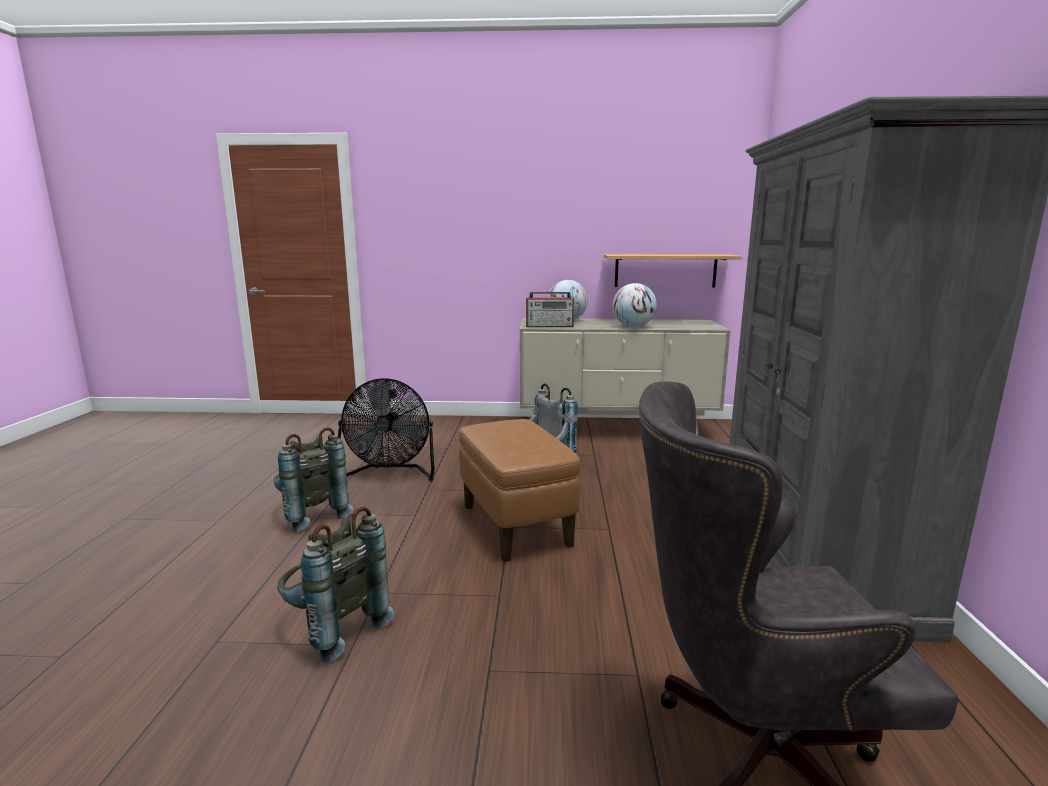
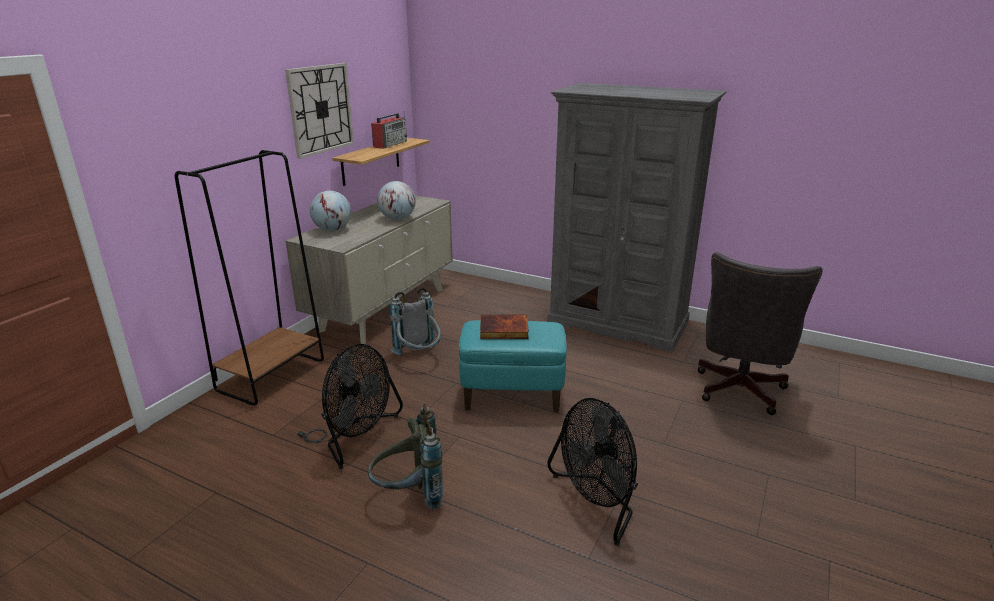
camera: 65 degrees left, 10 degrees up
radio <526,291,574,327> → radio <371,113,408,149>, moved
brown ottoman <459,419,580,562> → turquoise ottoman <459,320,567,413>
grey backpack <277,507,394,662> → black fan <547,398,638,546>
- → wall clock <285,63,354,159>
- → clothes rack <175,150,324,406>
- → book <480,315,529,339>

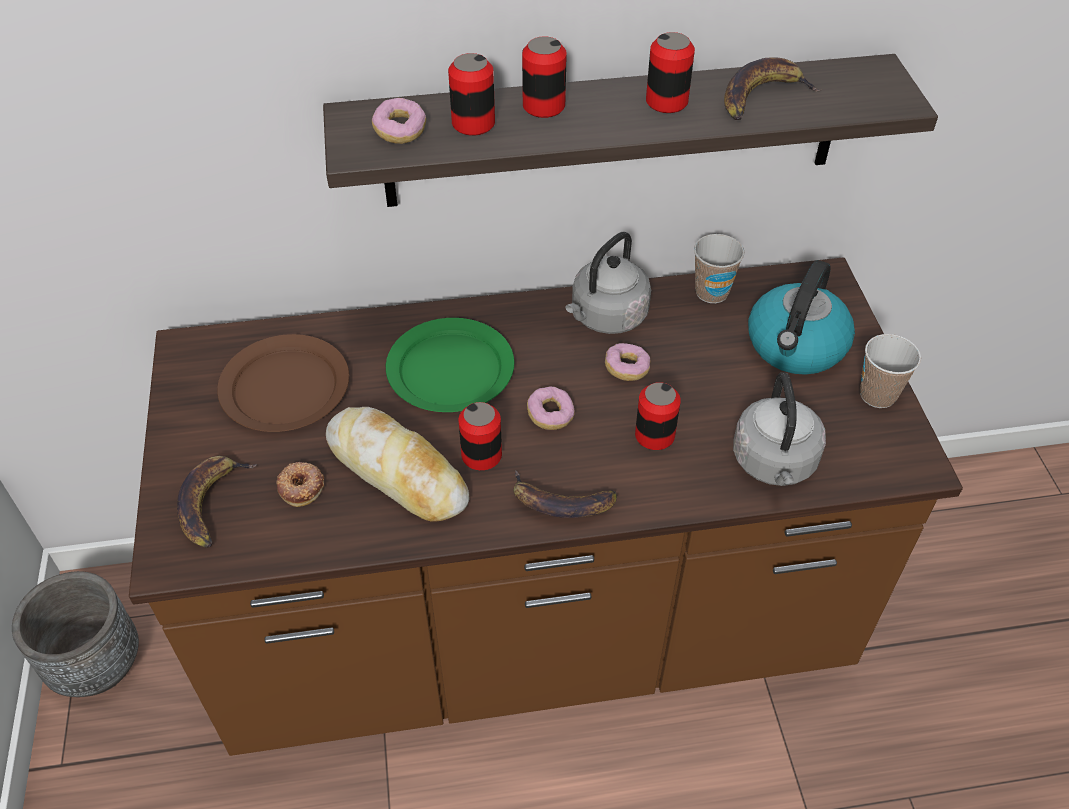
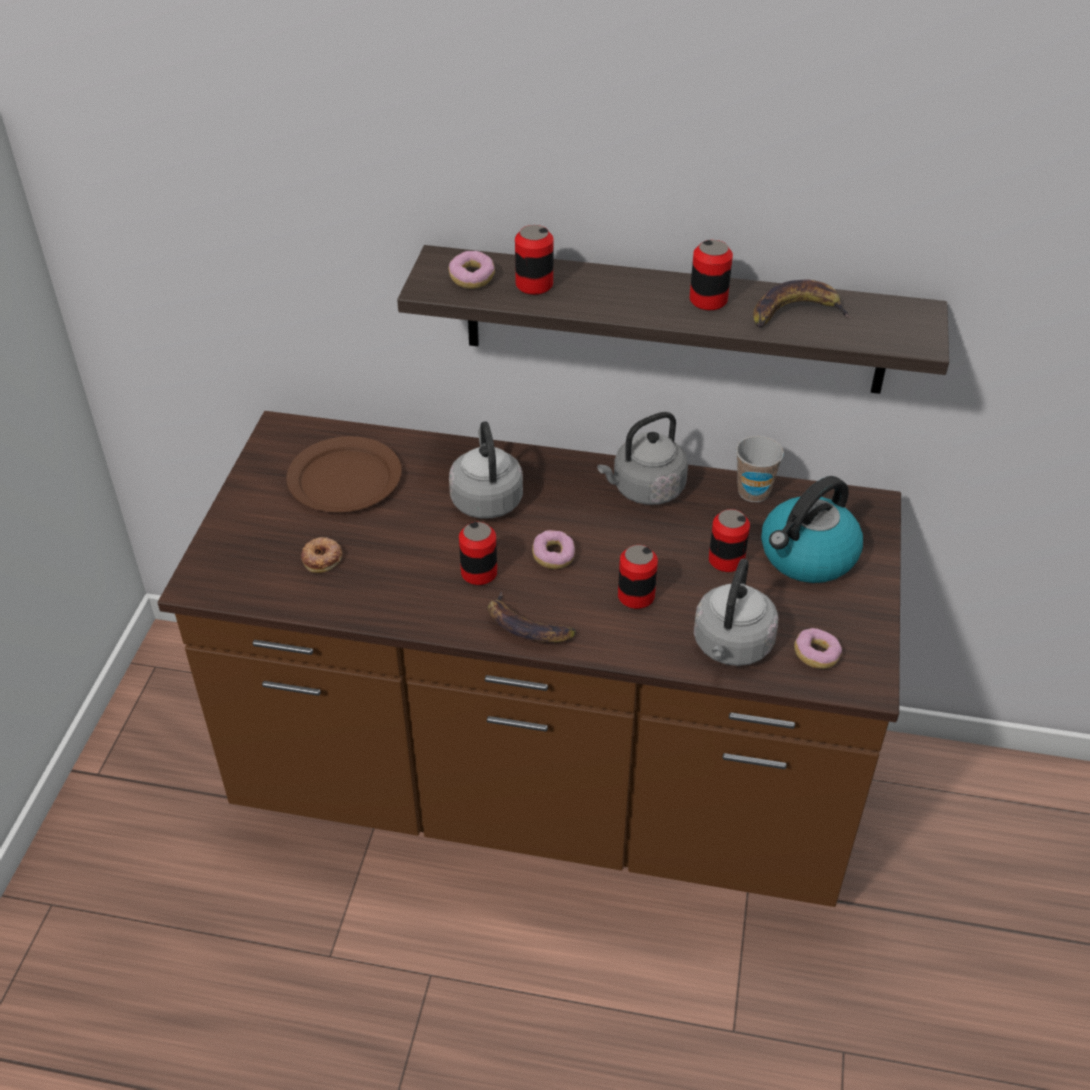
camera: 20 degrees right, 5 degrees down
can <522,36,567,118> → can <709,509,750,572>, moved
green plate <386,318,514,412> → grey kettle <449,421,523,519>
cup <860,334,921,408> → -
donut <605,343,651,381> → donut <794,628,842,669>, moved
bread <326,407,469,522> → -
banana <177,456,257,548> → -
grey planter <12,571,139,697> → -

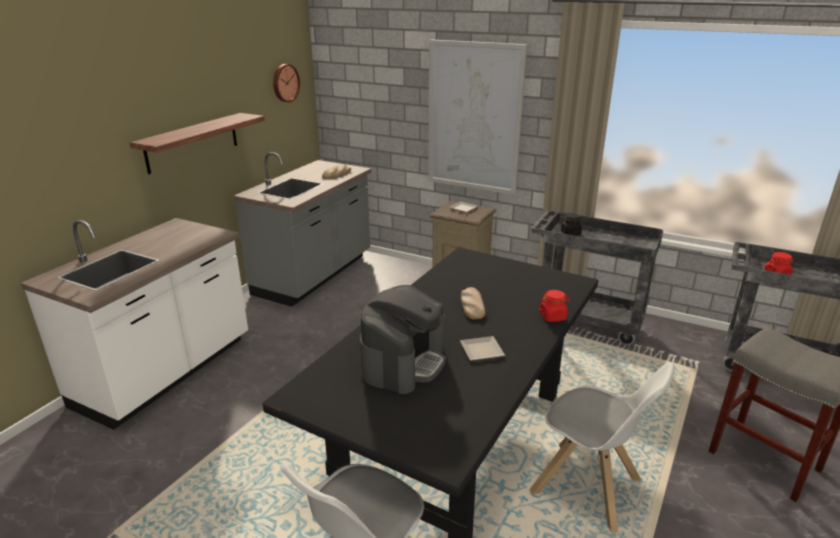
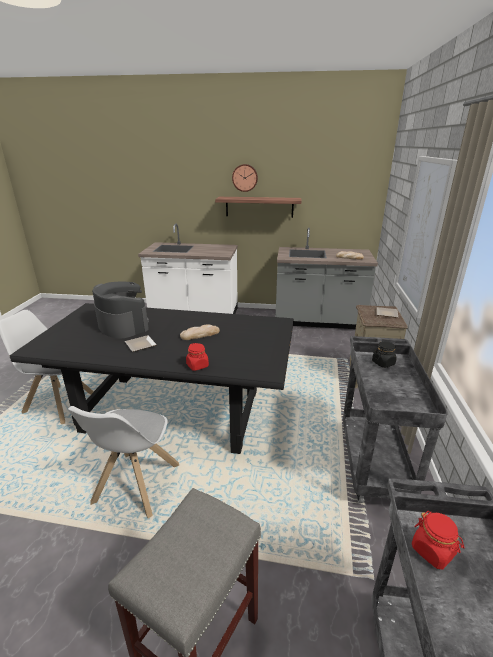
camera: 70 degrees right, 0 degrees up
wall clock <273,64,300,102> → wall clock <232,164,258,192>, moved
coffee machine <360,285,446,394> → coffee machine <92,281,149,338>, 135 degrees counterclockwise

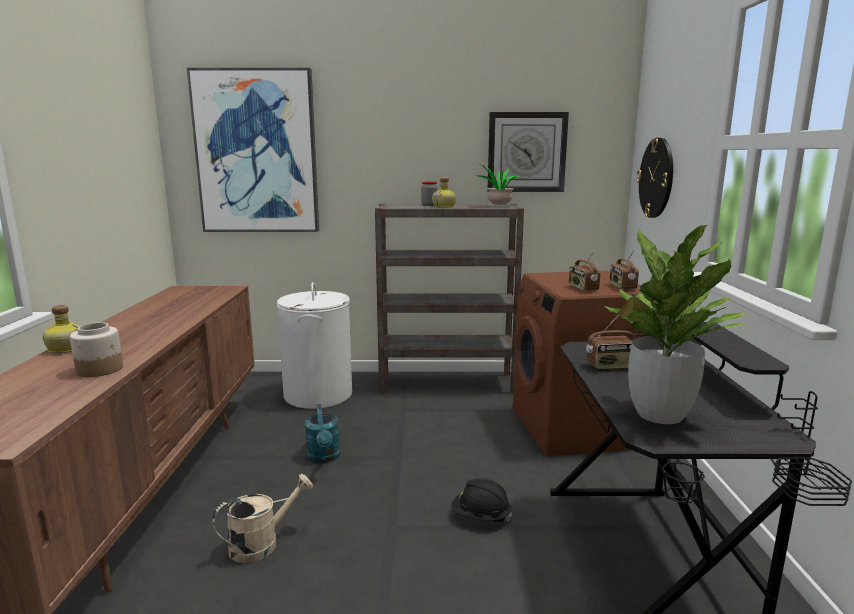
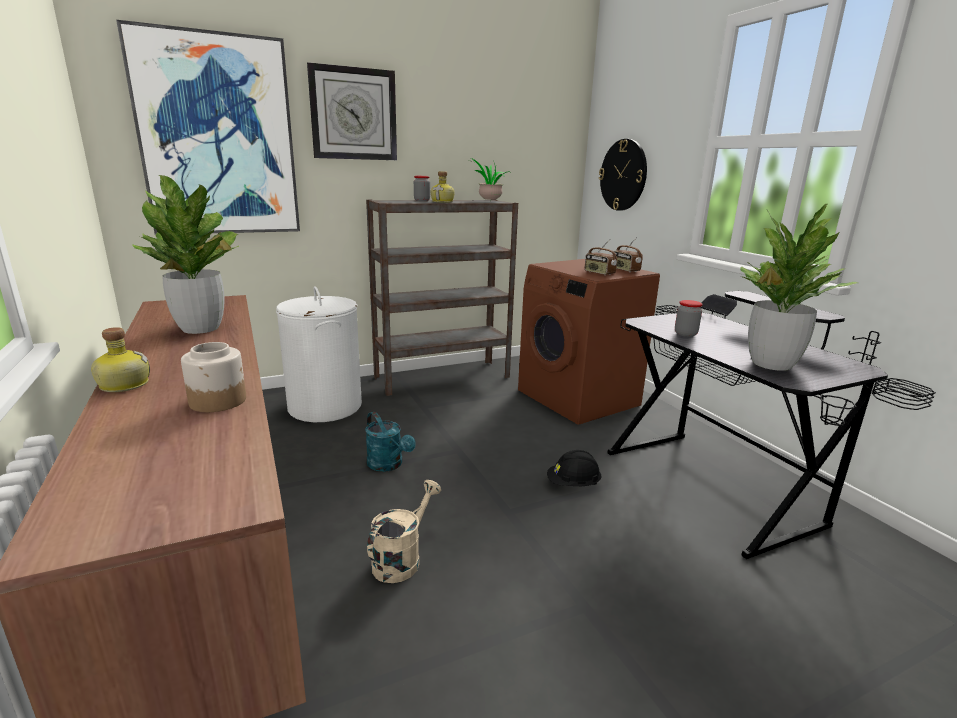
camera: 25 degrees left, 5 degrees up
wall clock <487,112,569,192> → wall clock <307,62,397,160>, moved
radio <586,315,636,369> → jar <675,300,703,337>
- → potted plant <132,175,239,334>

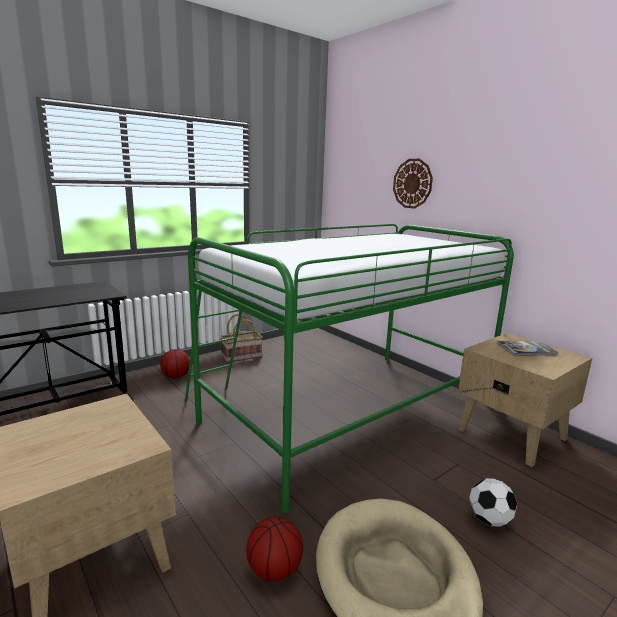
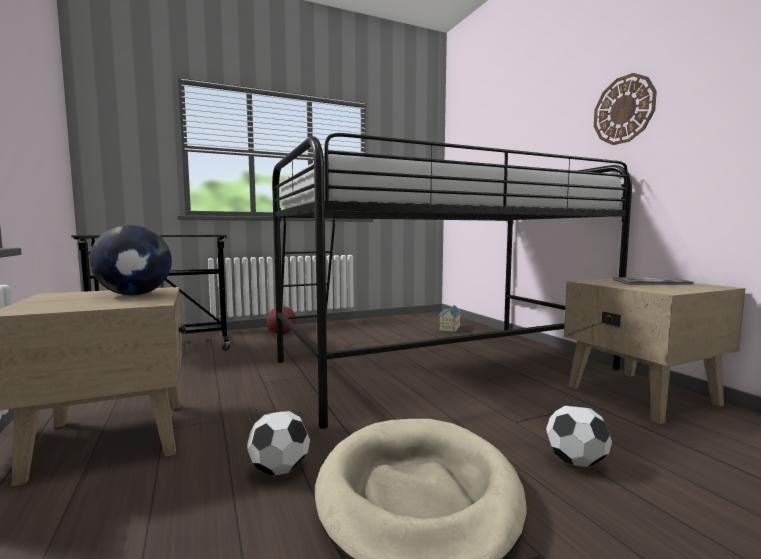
camera: 15 degrees right, 10 degrees down
wall clock <393,159,433,209> → wall clock <594,73,657,145>, moved
green bed <185,224,514,513> → black bed <272,133,632,429>
basket <220,314,263,363> → -
basketball <246,516,303,582> → football <247,411,310,475>
- → globe <89,225,172,295>
- → toy house <439,305,461,333>

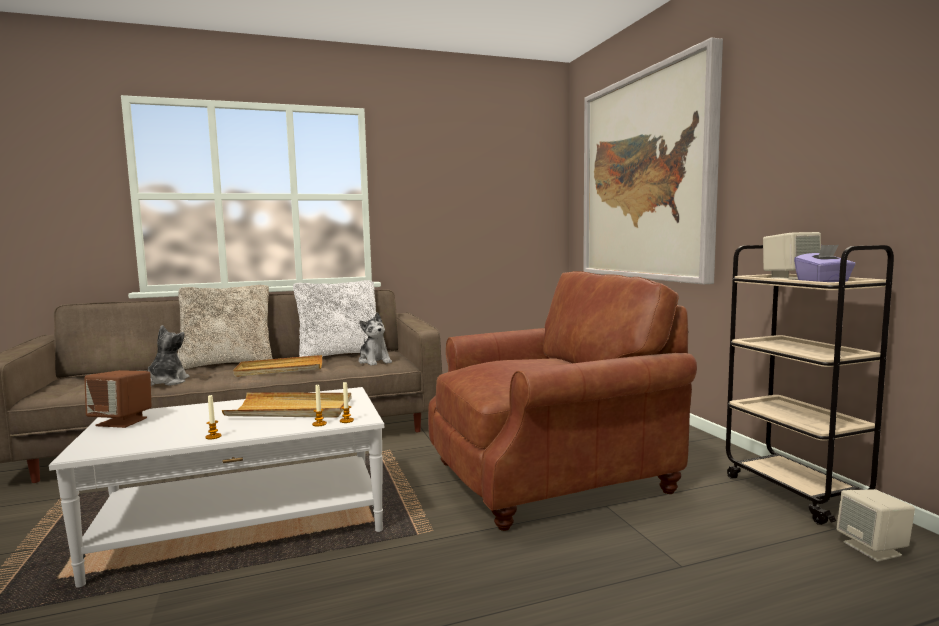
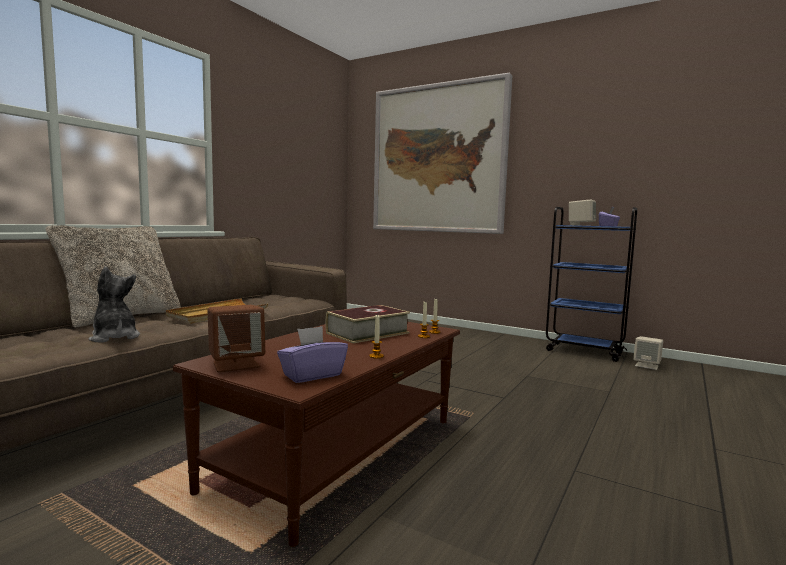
camera: 40 degrees left, 0 degrees up
beige cart <726,245,894,525> → blue cart <546,207,637,362>
brown armchair <428,271,697,531> → -
white pillow <293,280,376,357> → -
plush toy <359,312,392,366> → -
white coffee table <49,387,384,588> → brown coffee table <173,322,460,547>
beige tray <222,392,351,418> → book <326,305,410,344>
- → purple tissue box <277,326,348,383>

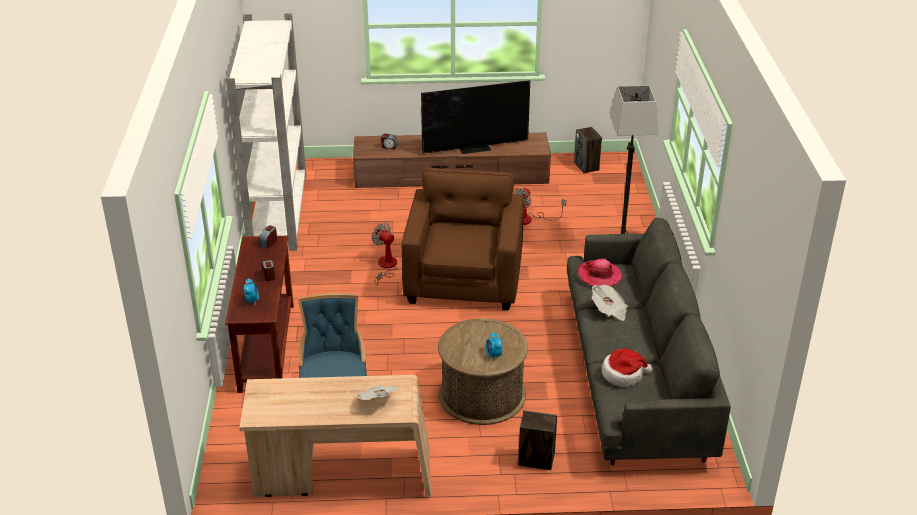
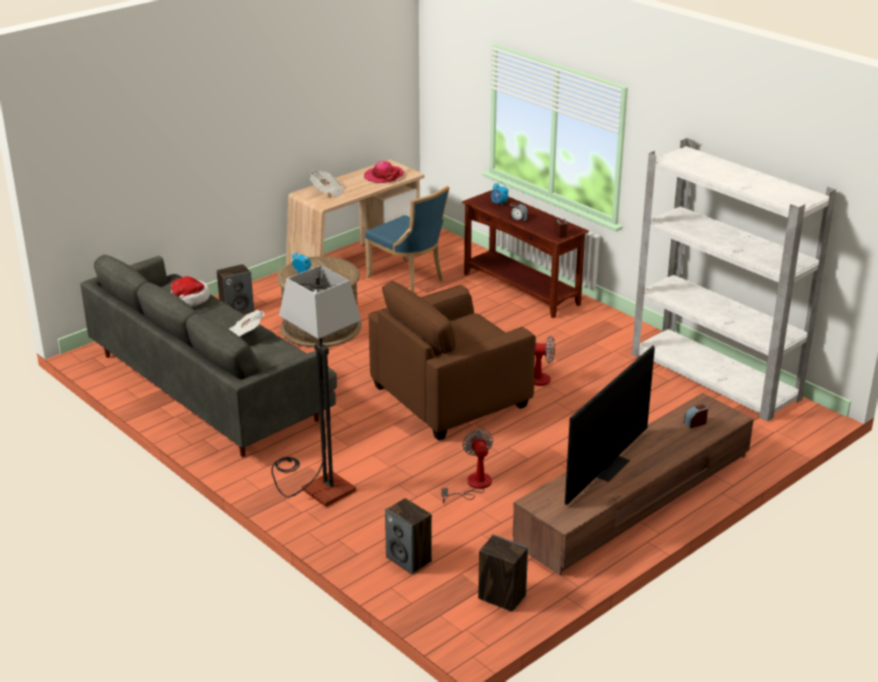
camera: 140 degrees right, 5 degrees down
brown armchair <402,168,524,310> → brown armchair <368,281,536,441>, 90 degrees clockwise
hat <578,258,623,286> → hat <364,161,404,183>, moved
- → speaker <385,498,432,574>

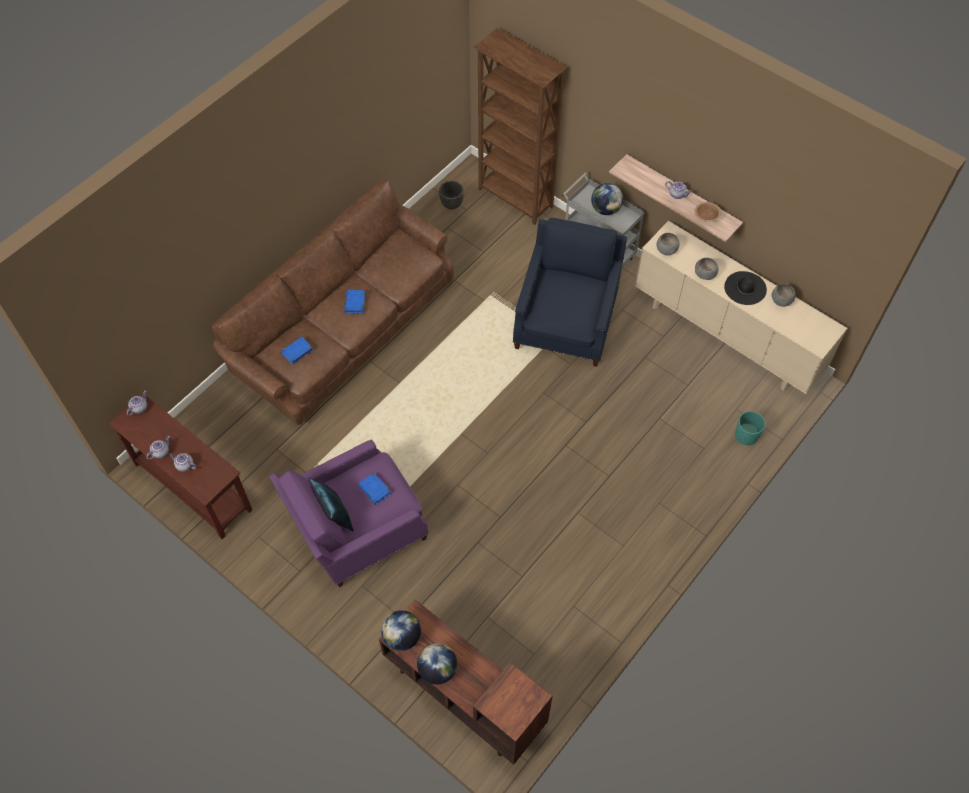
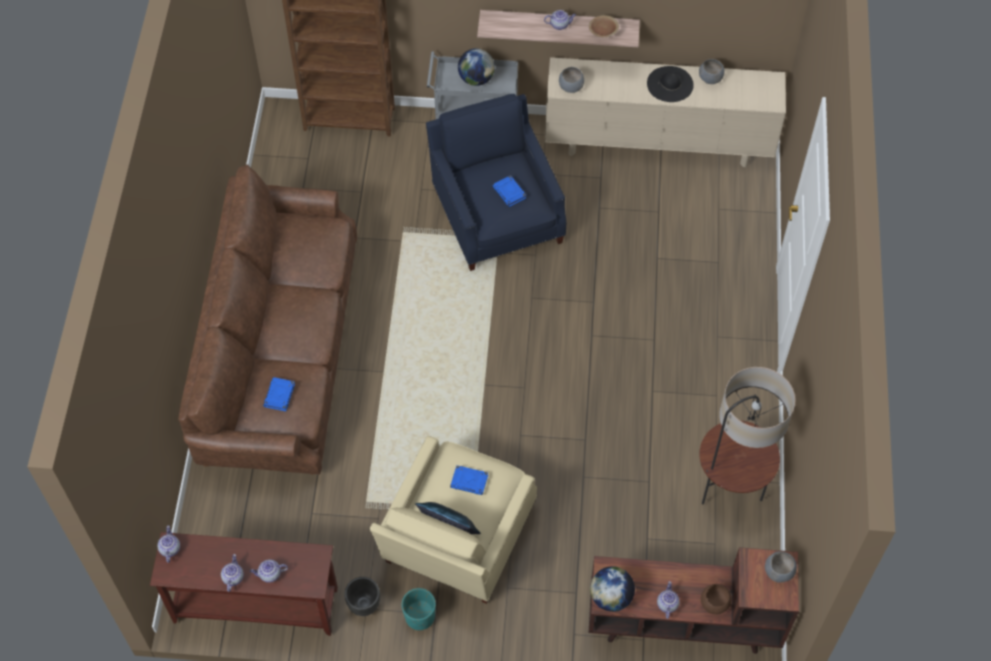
camera: 35 degrees left, 0 degrees up
black planter <439,181,464,209> → black planter <344,577,380,616>, moved
grey bowl <695,258,718,280> → grey bowl <765,552,797,583>, moved
blue book <344,290,365,314> → blue book <493,175,526,207>, moved
turquoise planter <735,411,765,445> → turquoise planter <402,588,436,630>, moved
purple armchair <270,440,429,587> → beige armchair <370,436,537,604>
globe <417,643,457,685> → teapot <657,581,680,619>
- → floor lamp <699,367,795,505>
- → brown bowl <701,584,732,615>

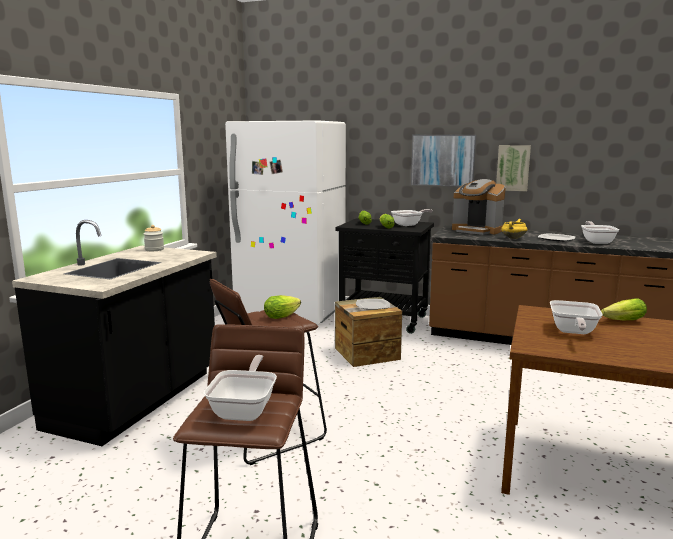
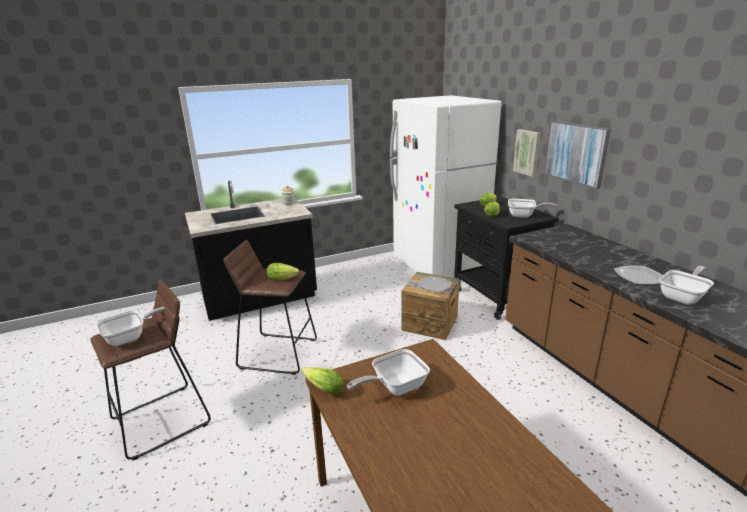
camera: 45 degrees right, 10 degrees up
picture <496,145,531,191> → picture <513,129,541,177>, moved
coffee machine <452,179,506,235> → -
yellow cooking pot <501,219,528,239> → -
lettuce <601,299,647,320> → lettuce <301,367,344,394>, moved

